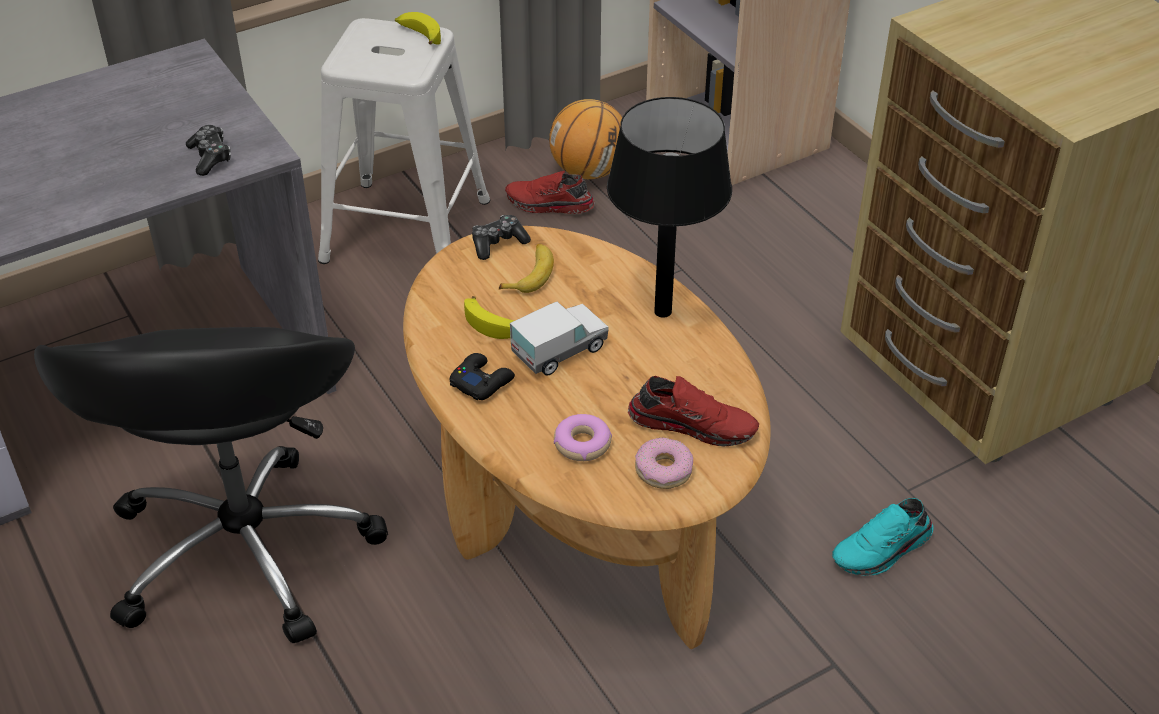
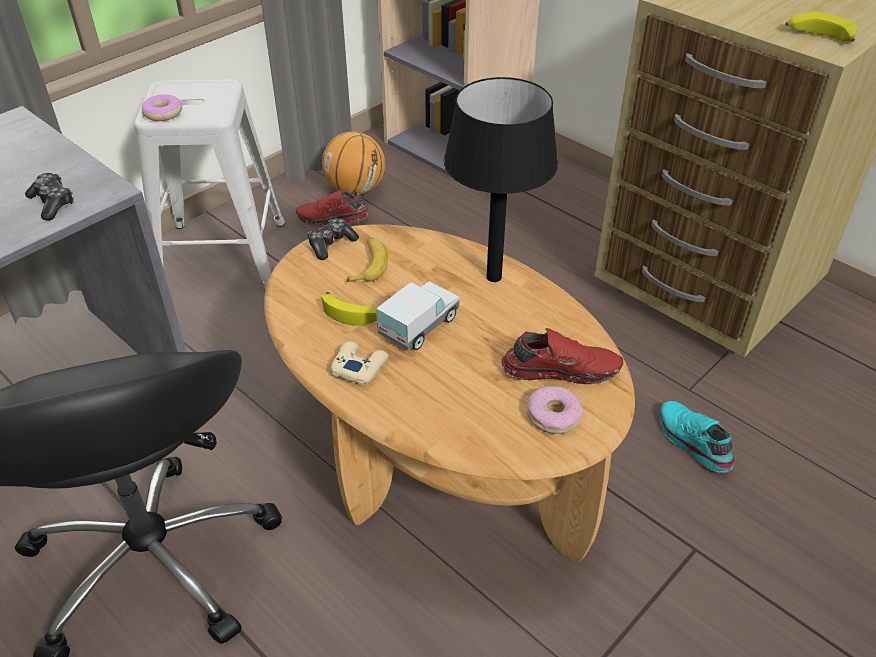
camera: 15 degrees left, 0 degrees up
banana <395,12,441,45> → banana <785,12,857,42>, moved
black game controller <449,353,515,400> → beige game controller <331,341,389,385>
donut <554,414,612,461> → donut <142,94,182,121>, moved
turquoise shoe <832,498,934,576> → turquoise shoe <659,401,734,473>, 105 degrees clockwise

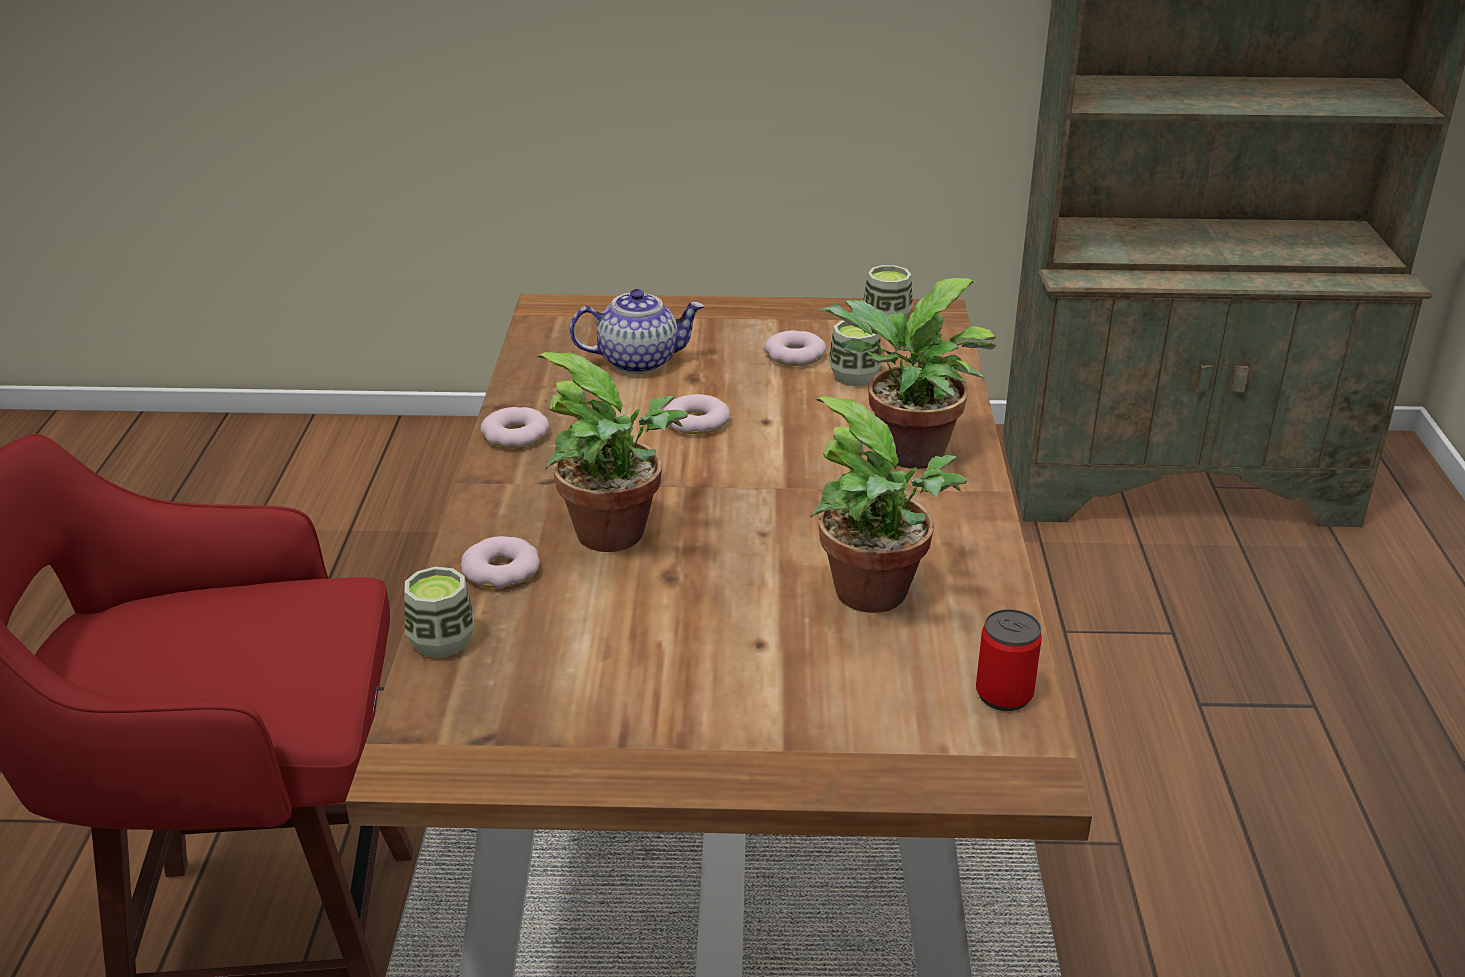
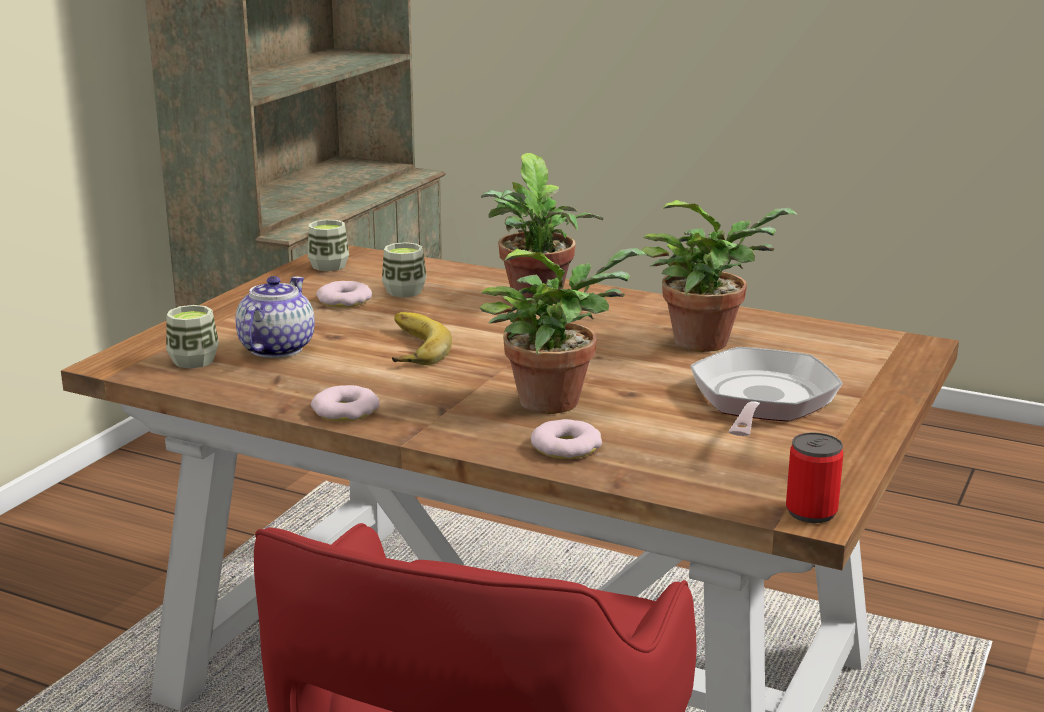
camera: 65 degrees left, 10 degrees down
donut <663,394,730,435> → banana <392,312,452,365>
cup <404,567,474,658> → cup <166,305,219,369>, moved
can <976,609,1042,711> → can <786,433,843,523>, moved
- → frying pan <690,347,843,436>

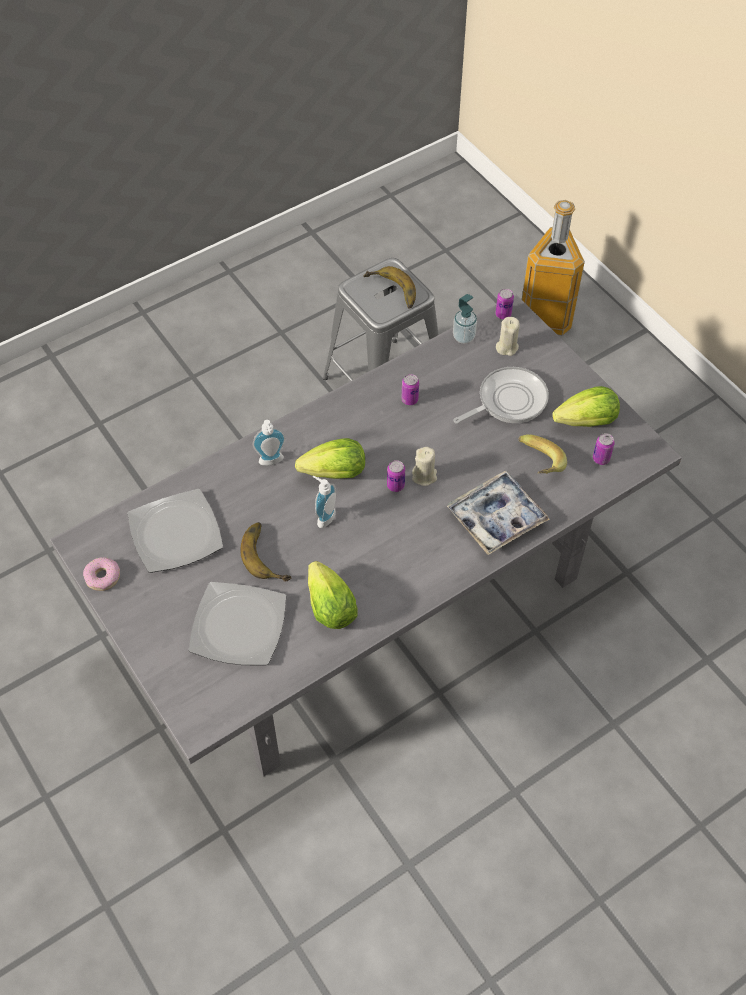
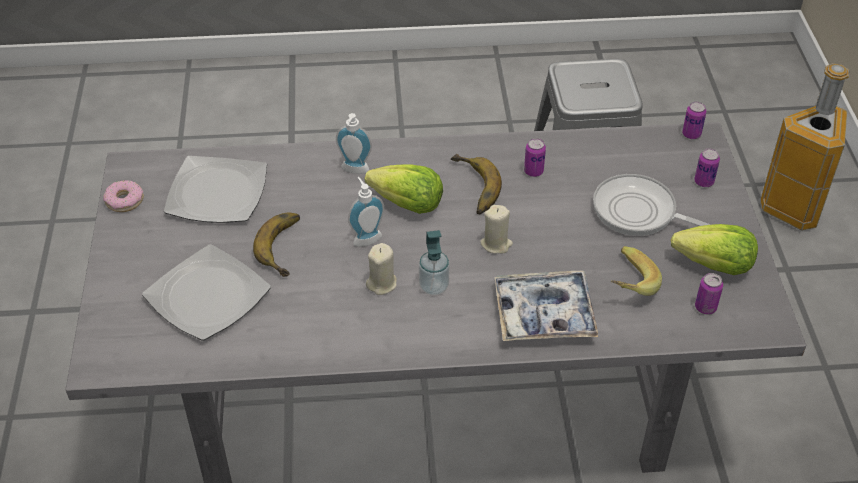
camera: 30 degrees right, 10 degrees down
banana <363,266,416,309> → banana <451,154,502,215>, moved
soap dispenser <453,294,477,344> → soap dispenser <419,230,450,295>, moved
beige candle <496,317,520,356> → beige candle <366,243,397,295>, moved
frying pan <453,367,549,424> → frying pan <593,174,711,236>, 150 degrees counterclockwise
can <387,460,405,492> → can <694,149,720,187>, moved
lettuce <308,561,357,629> → -

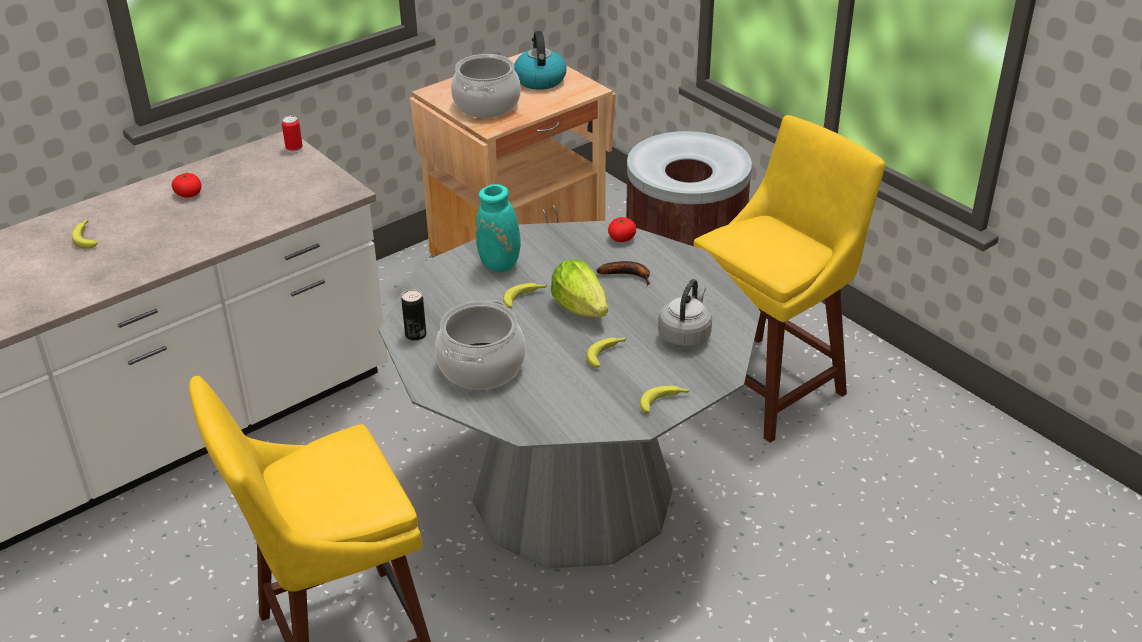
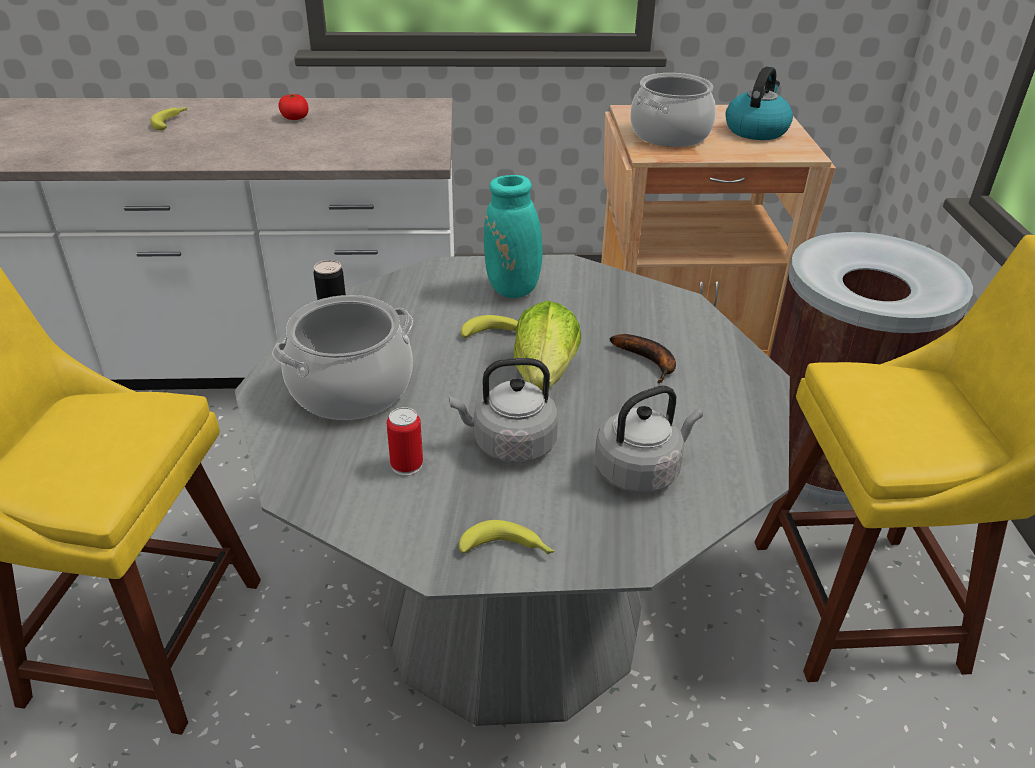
camera: 35 degrees right, 0 degrees up
can <282,116,303,153> → can <387,407,423,476>, moved
tomato <608,217,636,242> → -
banana <586,337,627,368> → grey kettle <449,358,558,464>

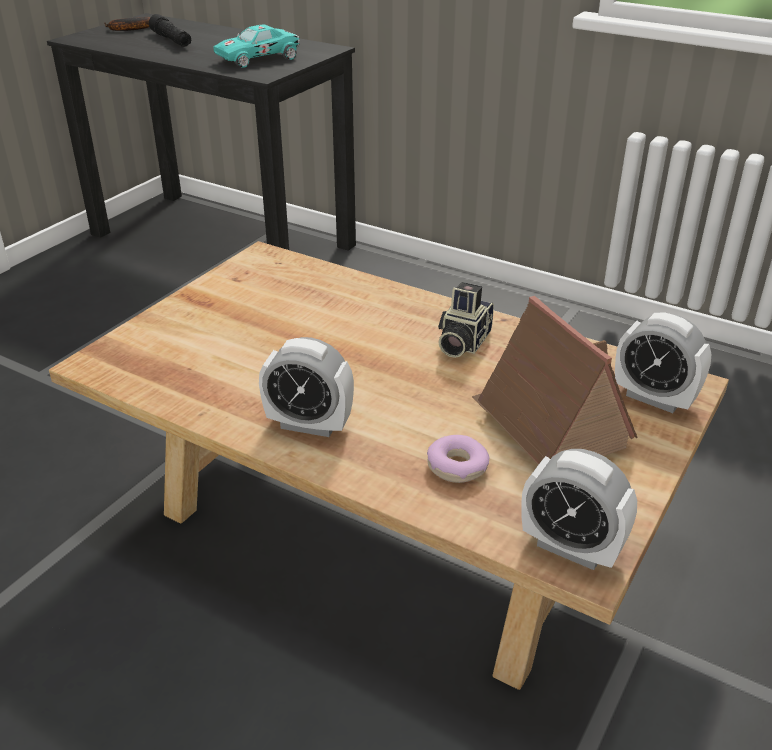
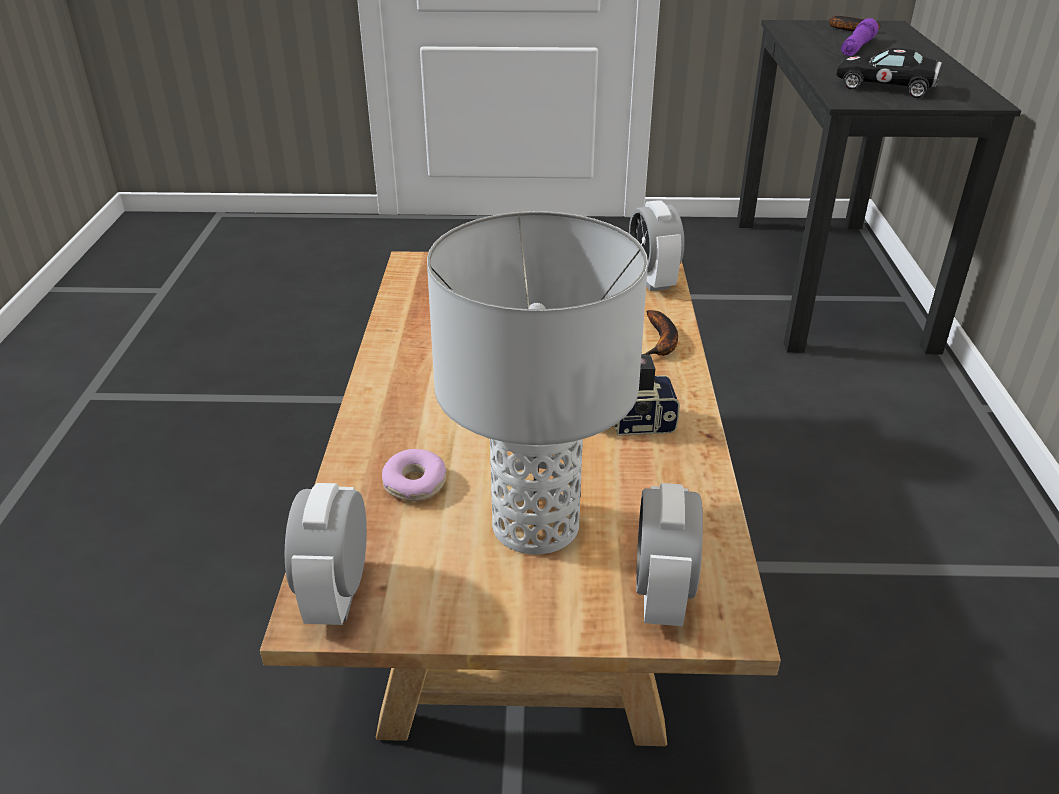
camera: 60 degrees right, 0 degrees up
black flashlight <149,14,191,47> → purple flashlight <841,18,879,56>
turquoise toy car <213,24,300,68> → black toy car <837,48,942,98>
toy house <472,296,638,465> → white table lamp <427,211,648,555>
alarm clock <259,337,354,437> → alarm clock <629,200,685,291>, moved
- → banana <645,310,678,356>

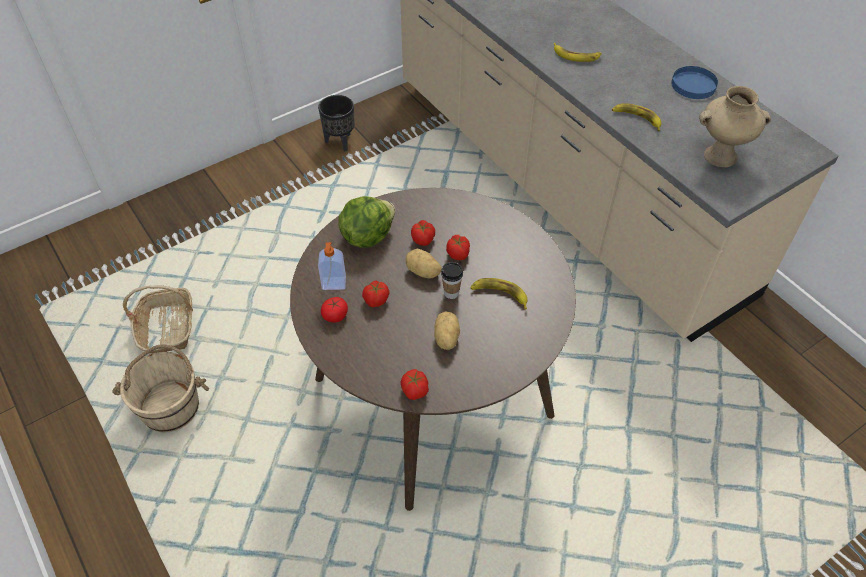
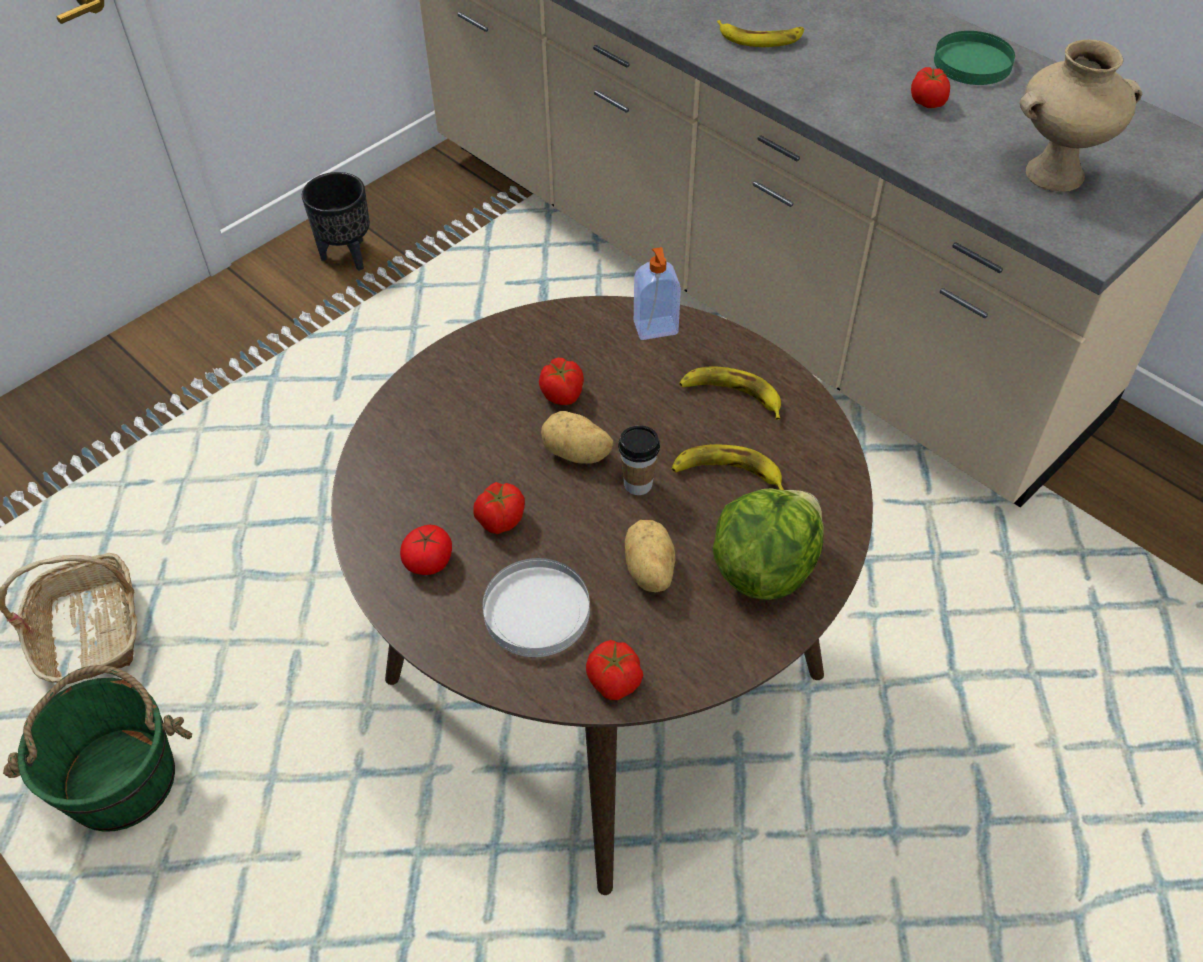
camera: 10 degrees left, 0 degrees up
blue plate <671,66,718,99> → green plate <934,31,1015,85>
banana <612,103,661,131> → banana <679,366,781,420>, moved
lettuce <338,196,395,248> → lettuce <713,488,824,600>, moved
tomato <446,235,470,260> → tomato <911,67,950,108>, moved
soap dispenser <318,242,346,290> → soap dispenser <634,247,681,340>, moved
beige bucket <112,344,209,432> → green bucket <3,665,192,832>
- → white plate <483,558,590,657>

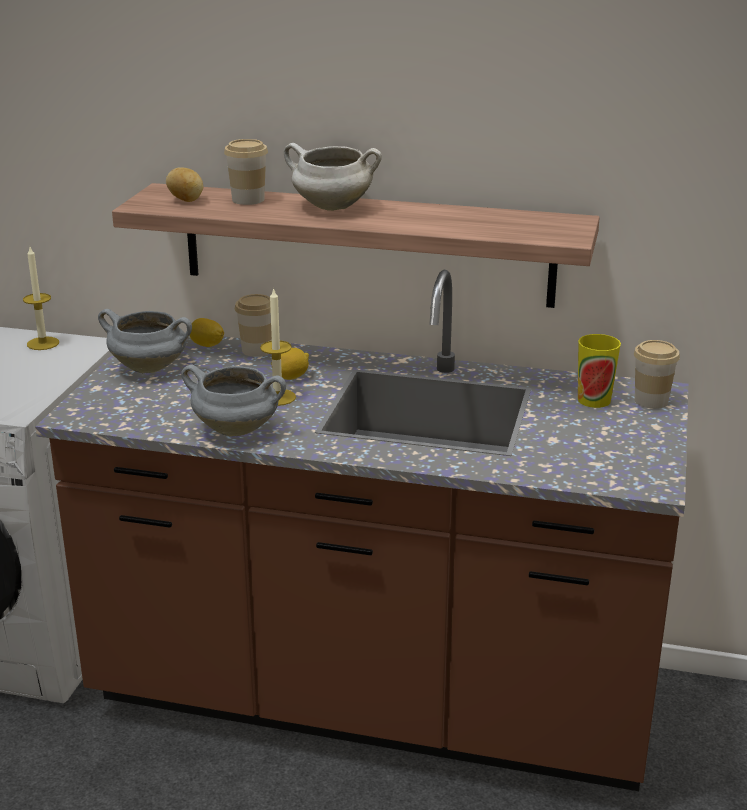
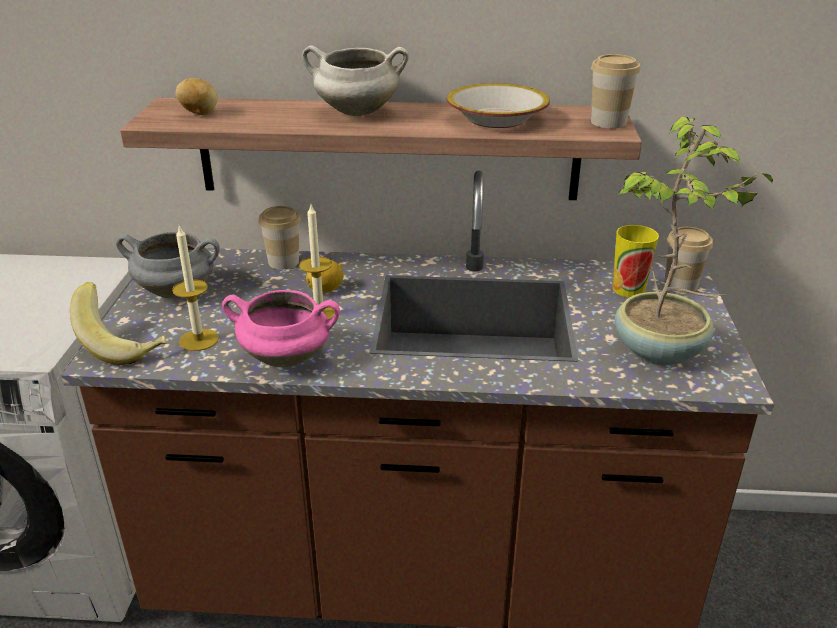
camera: 10 degrees left, 5 degrees up
cup <224,139,268,205> → cup <591,54,640,128>, moved
candle <23,247,59,350> → candle <172,225,219,351>, moved
lemon <190,318,224,347> → -
grey cooking pot <181,365,286,436> → pink cooking pot <222,290,340,367>
- → bowl <447,83,550,128>
- → potted plant <615,117,773,365>
- → banana <70,282,167,365>

